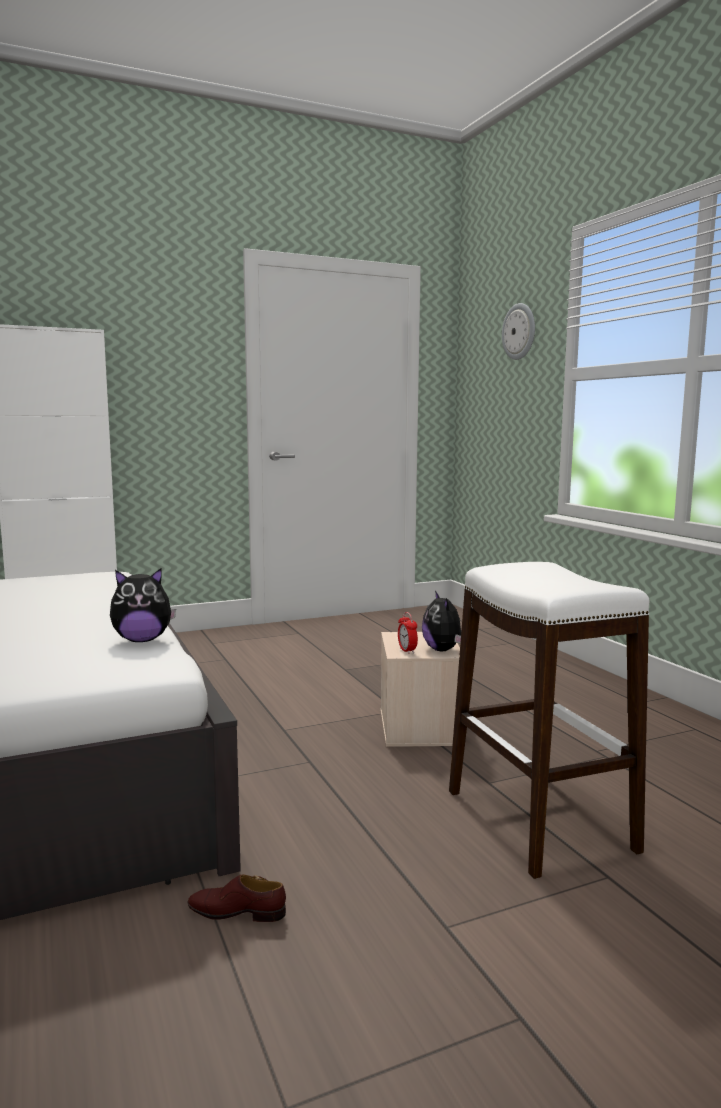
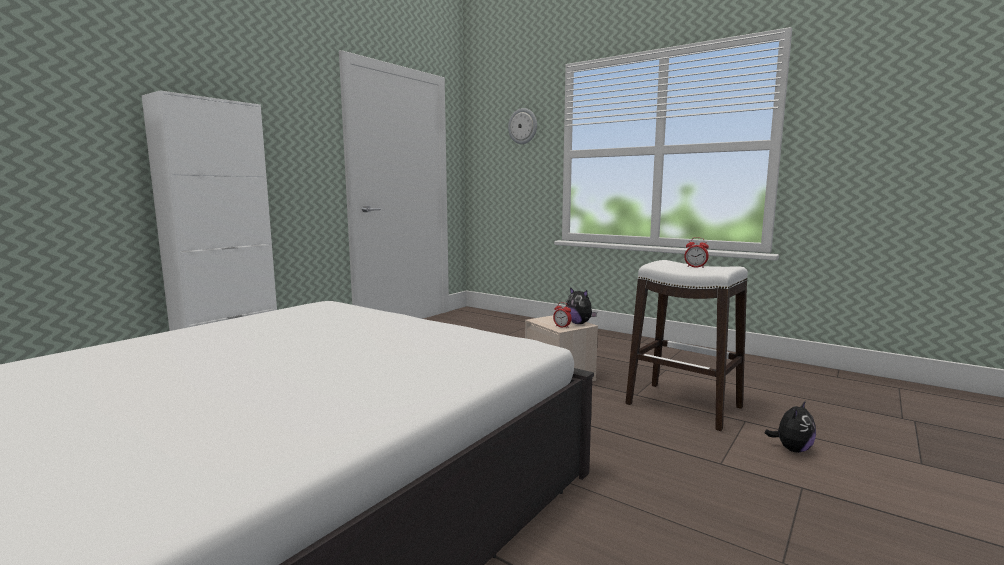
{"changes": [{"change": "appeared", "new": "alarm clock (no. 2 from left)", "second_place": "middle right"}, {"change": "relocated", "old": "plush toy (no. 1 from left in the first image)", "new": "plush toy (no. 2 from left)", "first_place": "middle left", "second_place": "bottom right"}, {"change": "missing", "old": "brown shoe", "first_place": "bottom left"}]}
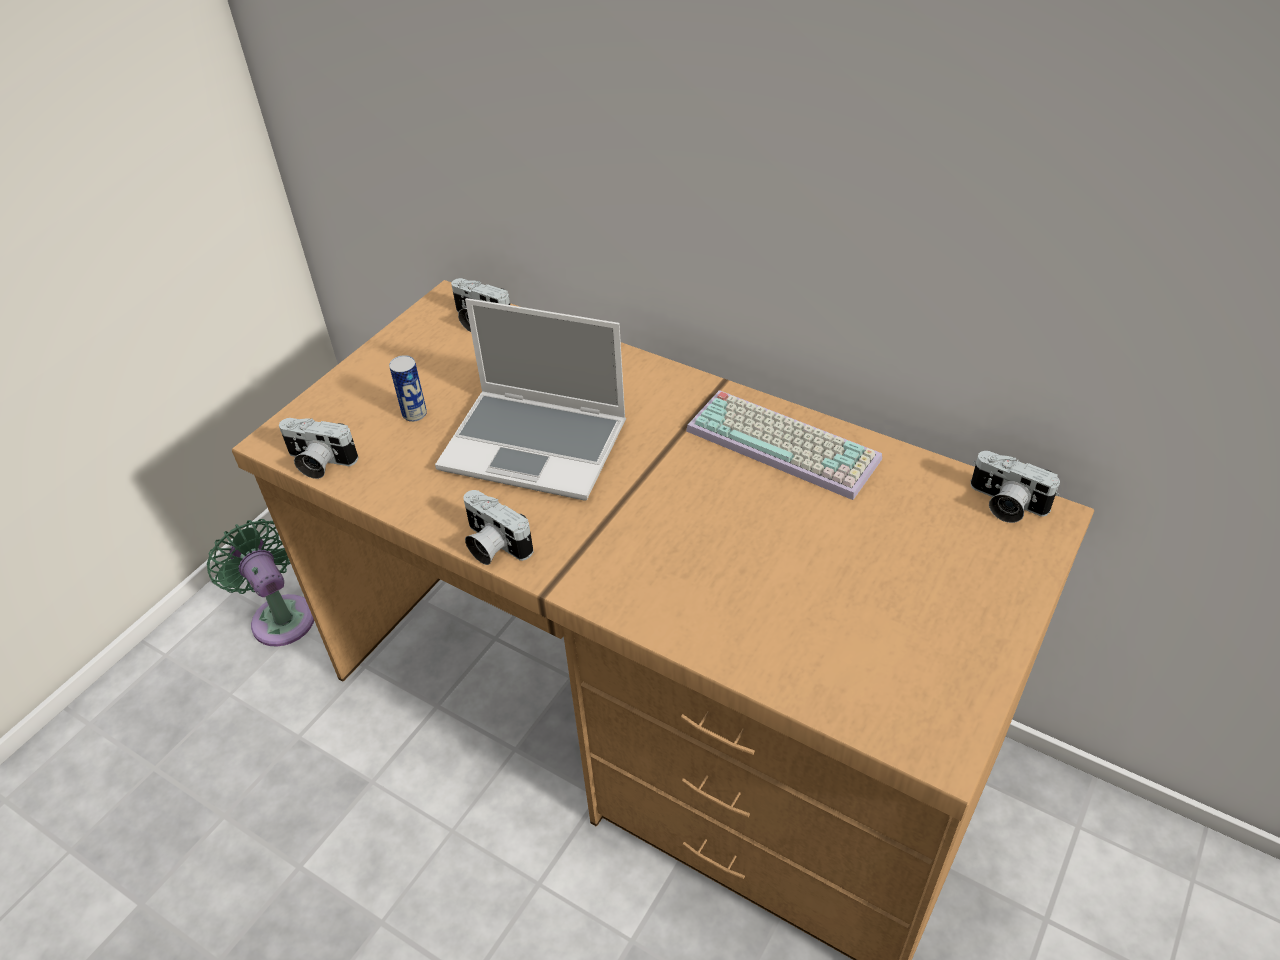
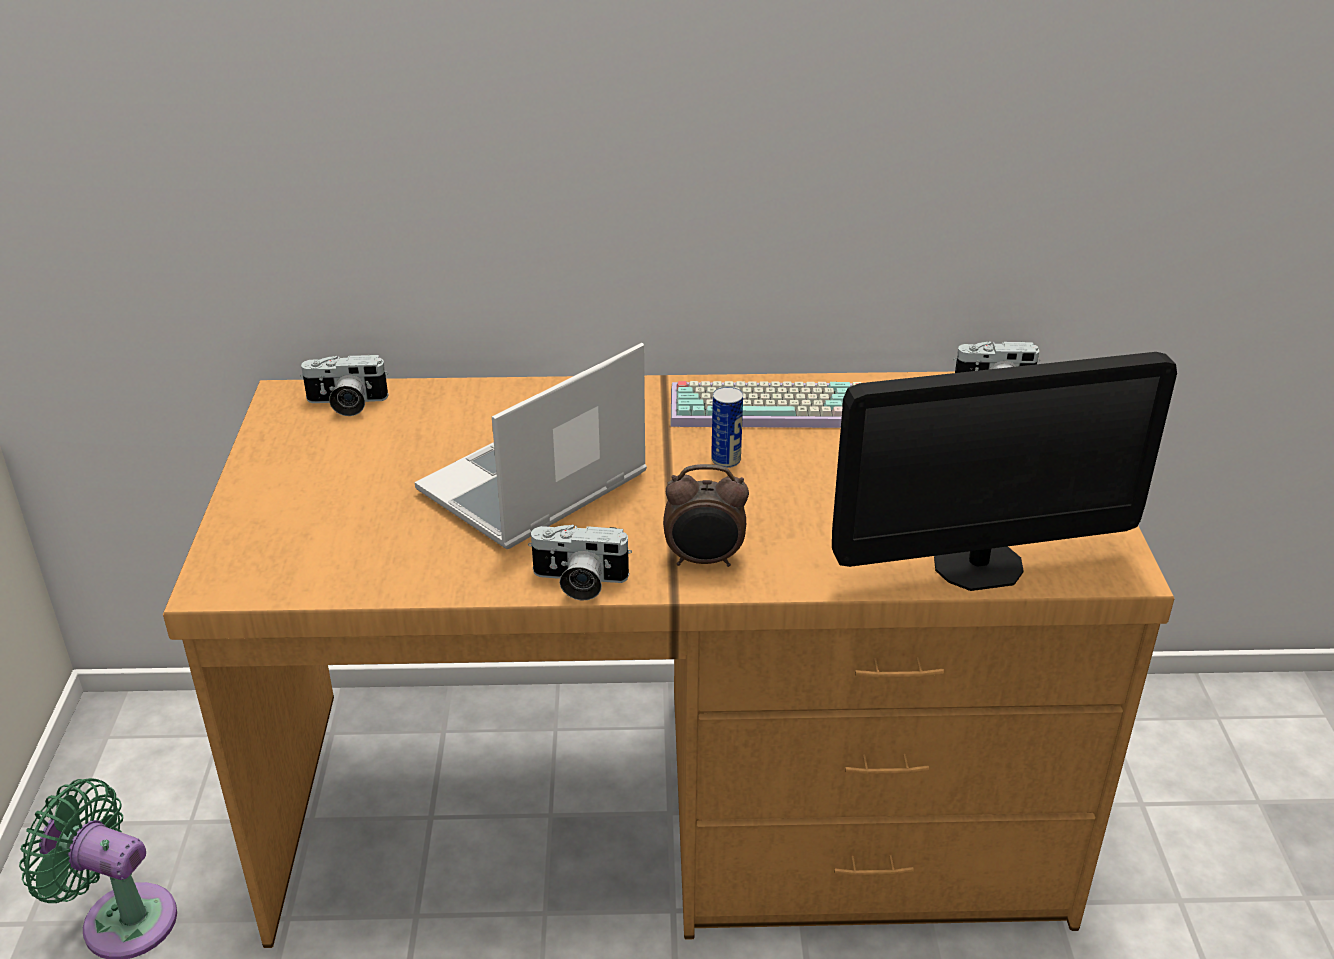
{"changes": [{"change": "spun", "old": "laptop", "first_place": "centre", "second_place": "centre", "degrees": 150}, {"change": "appeared", "new": "alarm clock", "second_place": "centre"}, {"change": "relocated", "old": "can", "first_place": "middle left", "second_place": "centre"}, {"change": "appeared", "new": "monitor", "second_place": "middle right"}, {"change": "missing", "old": "photo camera (no. 1 from left)", "first_place": "middle left"}]}
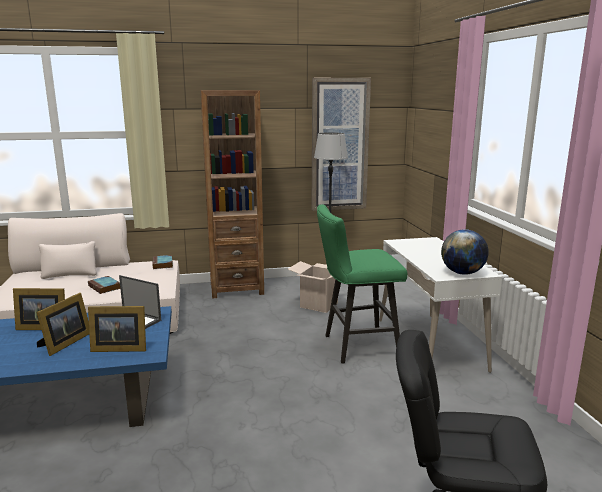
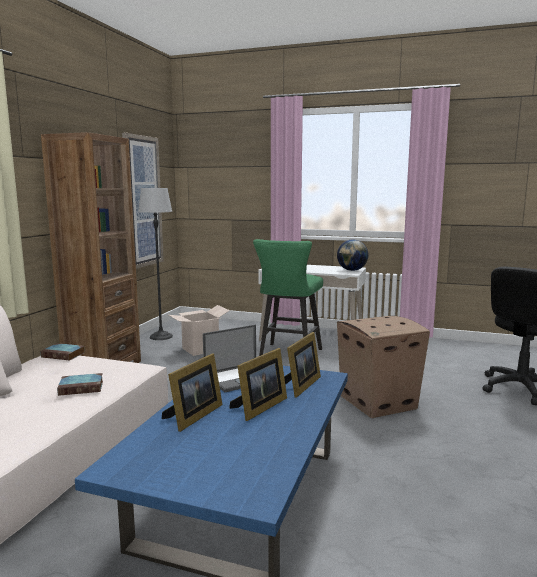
{"changes": [{"change": "spun", "old": "picture frame (no. 2 from left)", "first_place": "middle left", "second_place": "centre", "degrees": 75}, {"change": "appeared", "new": "cardboard box (no. 2 from left)", "second_place": "middle right"}]}
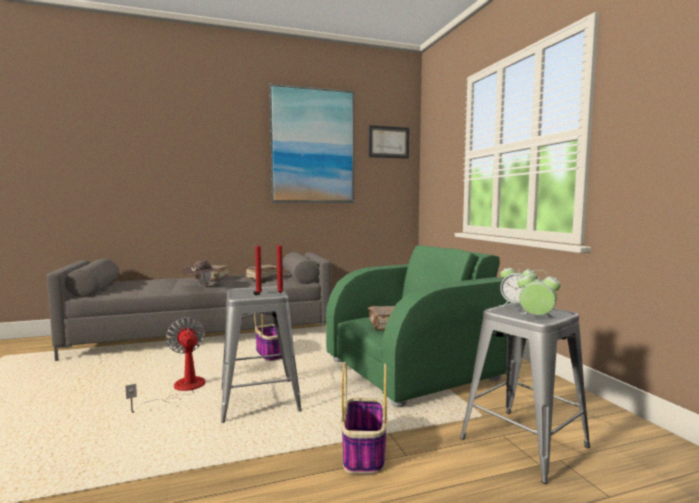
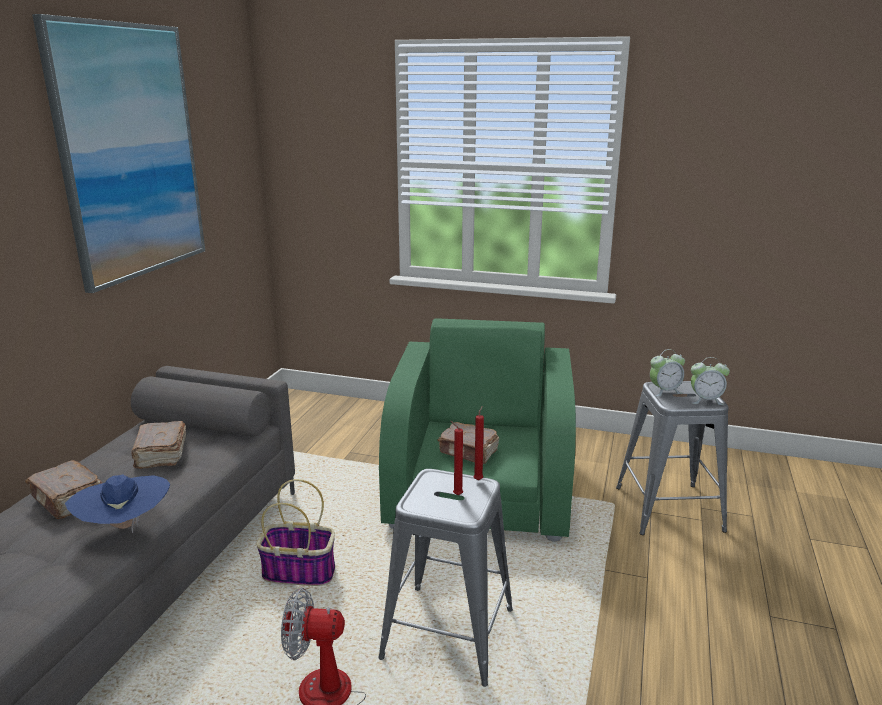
{"changes": [{"change": "colour", "old": "brown hat", "new": "blue hat", "first_place": "middle left", "second_place": "bottom left"}, {"change": "spun", "old": "alarm clock (no. 2 from left)", "first_place": "middle right", "second_place": "middle right", "degrees": -150}, {"change": "missing", "old": "basket (no. 2 from left)", "first_place": "bottom centre"}, {"change": "missing", "old": "picture (no. 2 from left)", "first_place": "top centre"}]}
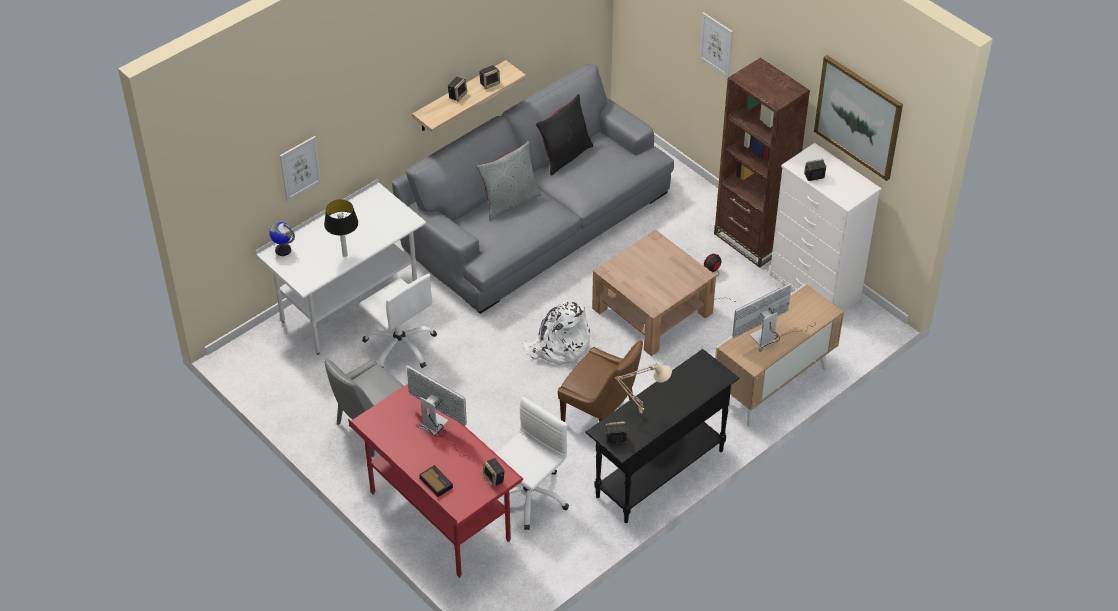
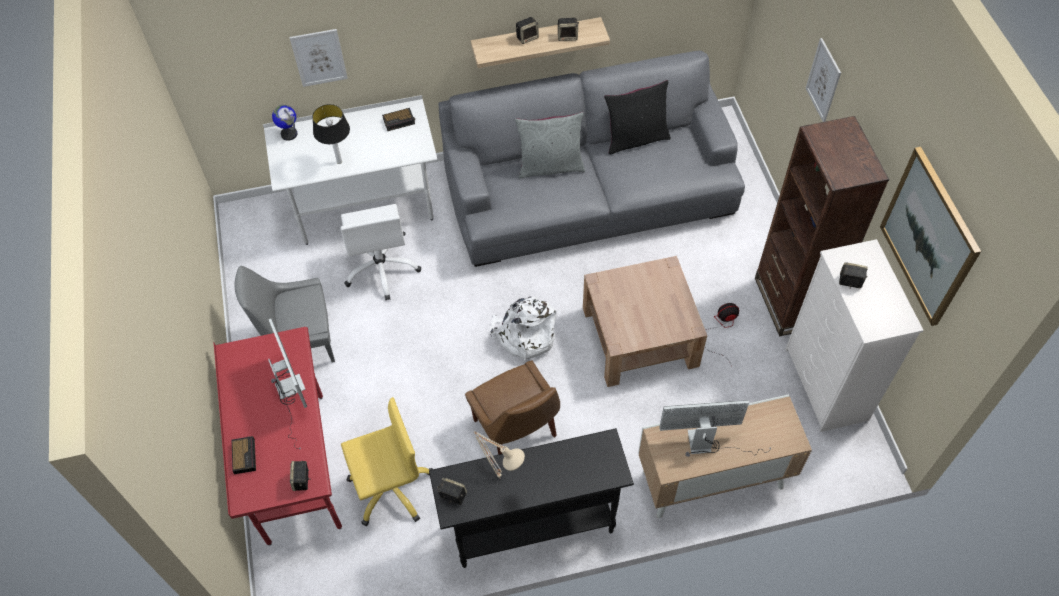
{"changes": [{"change": "colour", "old": "white office chair (no. 2 from left)", "new": "yellow office chair", "first_place": "bottom centre", "second_place": "bottom centre"}, {"change": "appeared", "new": "alarm clock (no. 2 from left)", "second_place": "top centre"}]}
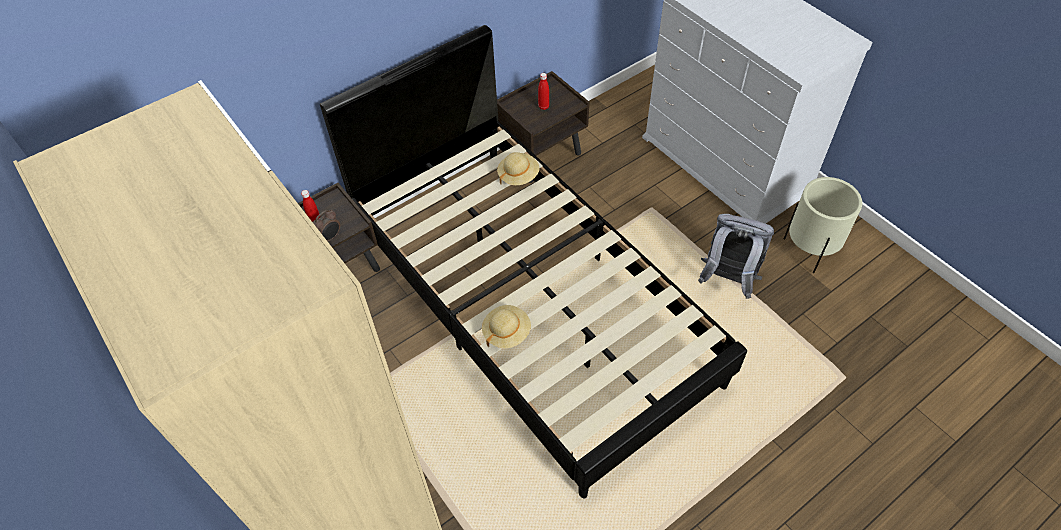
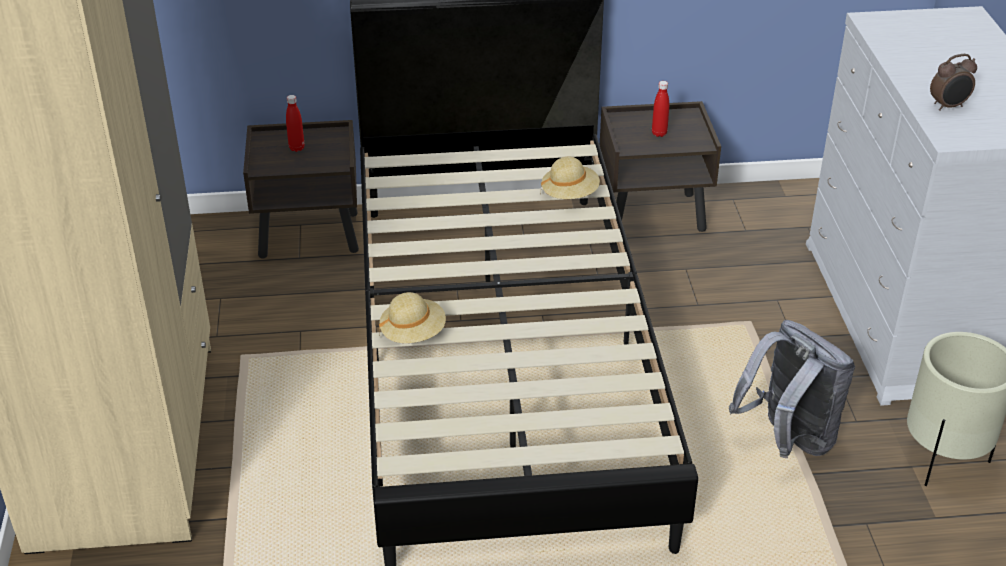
{"changes": [{"change": "relocated", "old": "alarm clock", "first_place": "middle left", "second_place": "top right"}]}
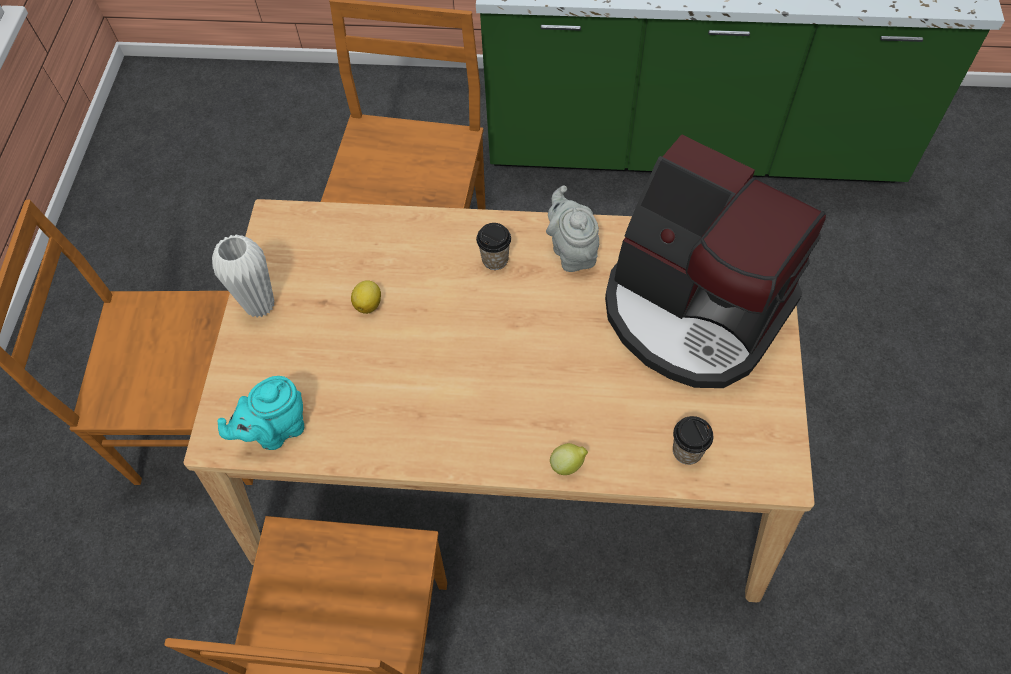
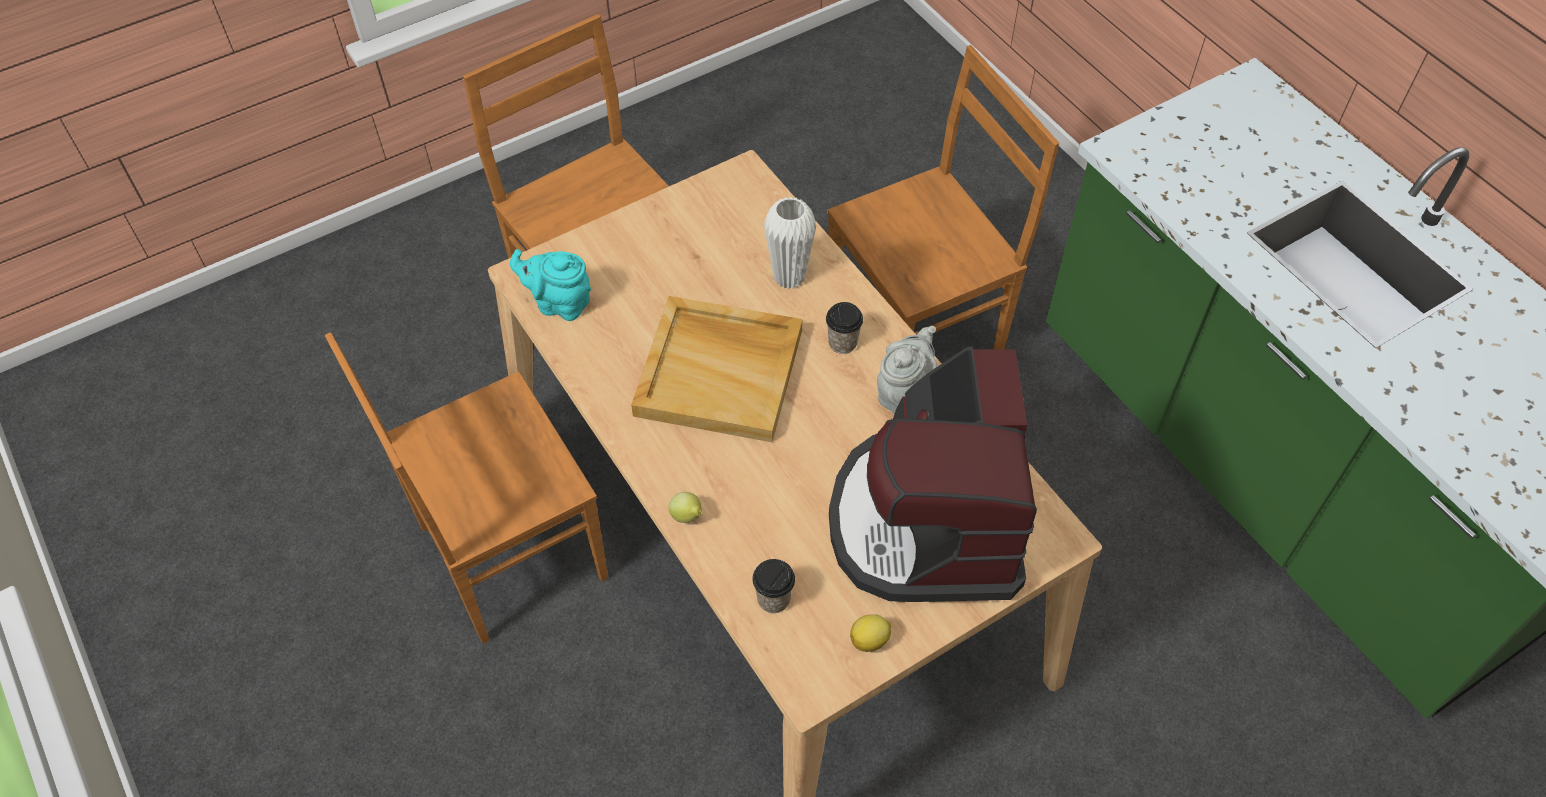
{"changes": [{"change": "appeared", "new": "beige tray", "second_place": "centre"}, {"change": "relocated", "old": "white vase", "first_place": "middle left", "second_place": "top centre"}, {"change": "relocated", "old": "lemon (no. 1 from left in the first image)", "new": "lemon (no. 2 from left)", "first_place": "centre", "second_place": "bottom centre"}]}
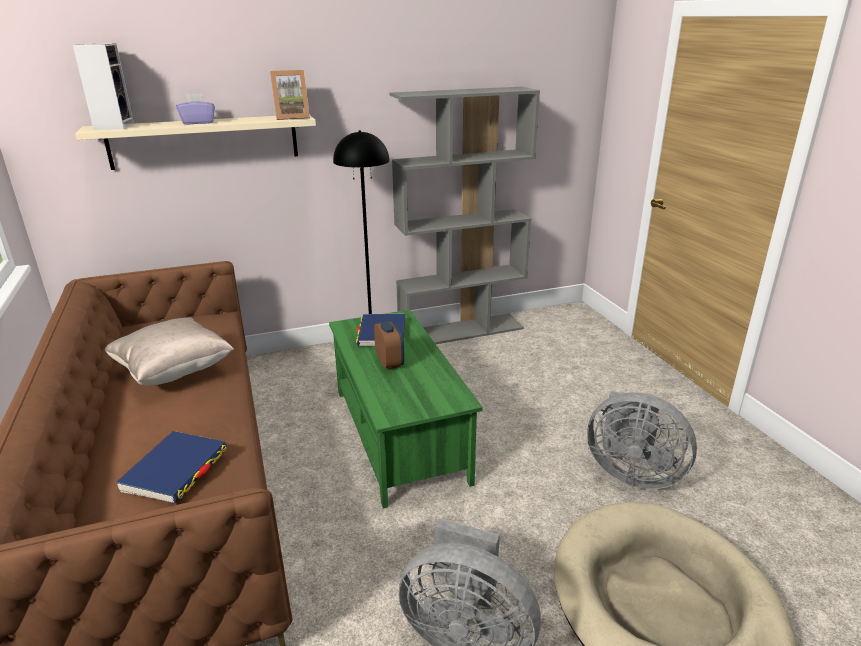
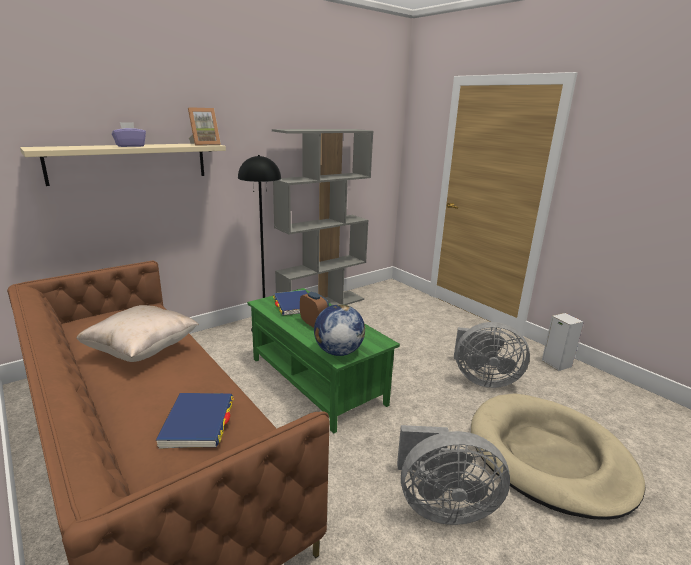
{"changes": [{"change": "appeared", "new": "globe", "second_place": "centre"}, {"change": "relocated", "old": "speaker", "first_place": "top left", "second_place": "middle right"}]}
